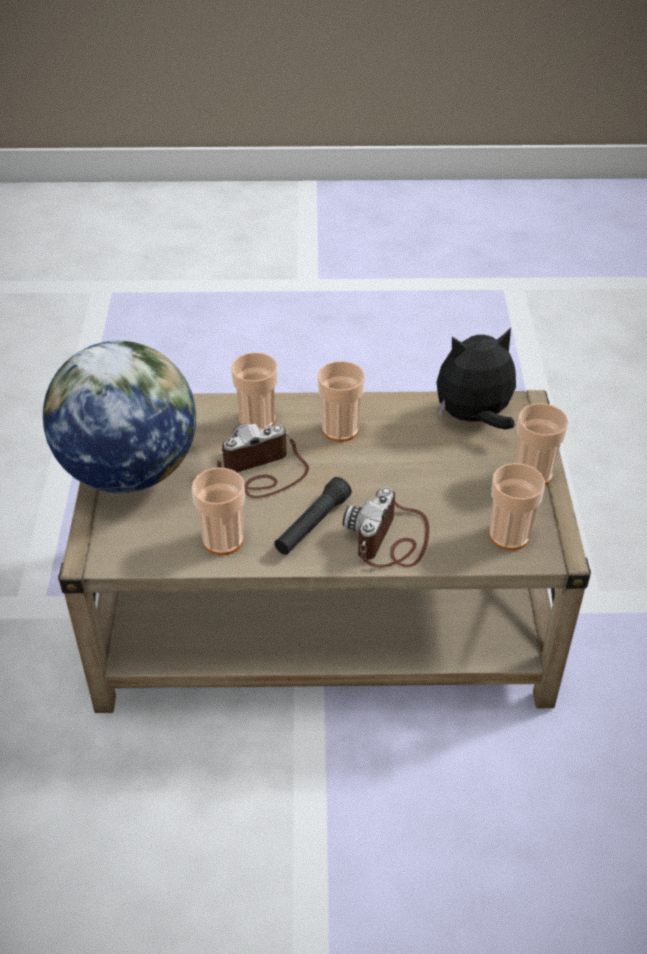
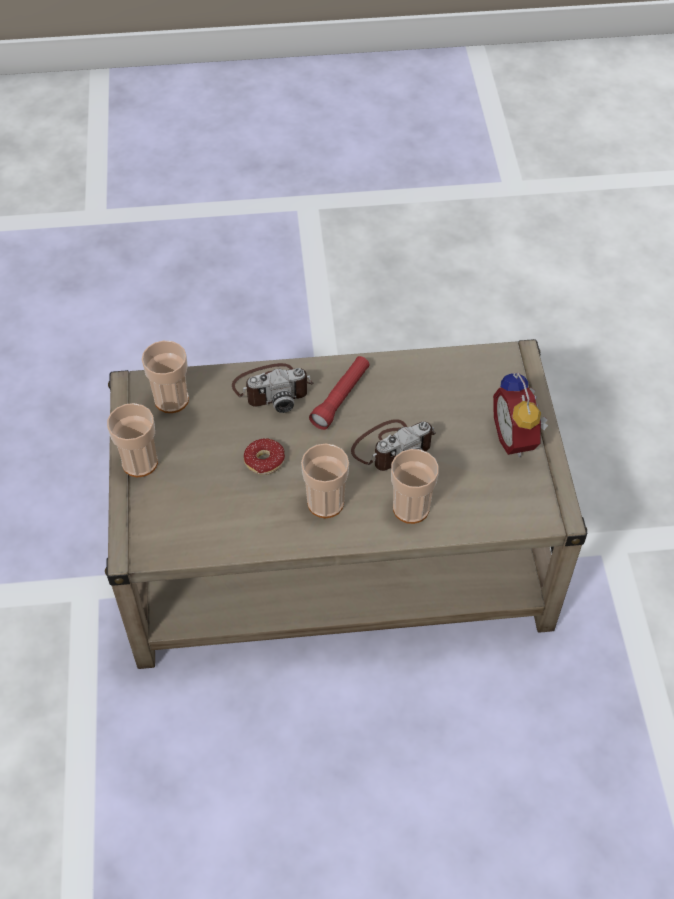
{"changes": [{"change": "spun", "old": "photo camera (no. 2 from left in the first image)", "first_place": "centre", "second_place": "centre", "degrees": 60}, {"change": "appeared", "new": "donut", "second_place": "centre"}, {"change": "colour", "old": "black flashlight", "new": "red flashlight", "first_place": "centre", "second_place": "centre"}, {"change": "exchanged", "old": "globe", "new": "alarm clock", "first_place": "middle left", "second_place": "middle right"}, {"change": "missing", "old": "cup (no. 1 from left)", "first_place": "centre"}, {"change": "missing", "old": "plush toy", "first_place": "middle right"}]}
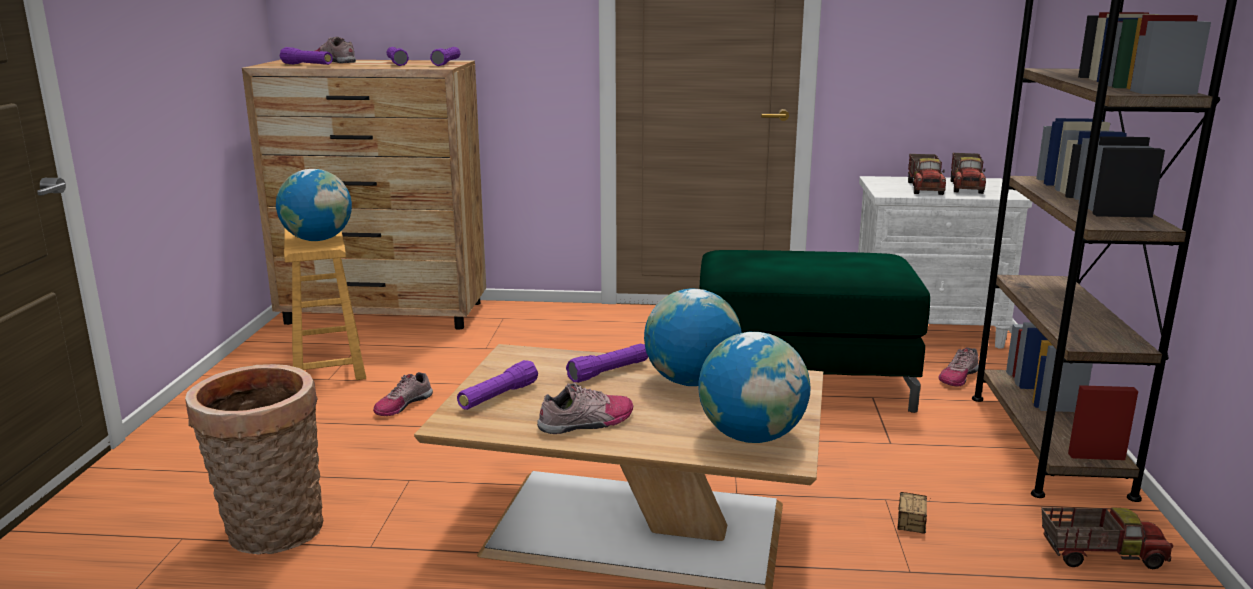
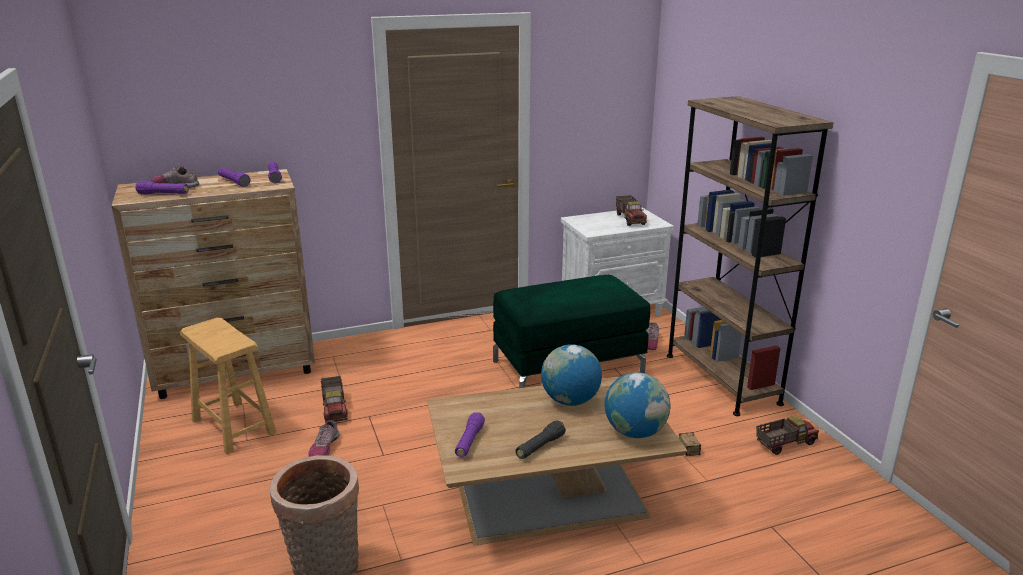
{"changes": [{"change": "relocated", "old": "toy truck (no. 1 from left)", "first_place": "top right", "second_place": "bottom left"}, {"change": "exchanged", "old": "shoe (no. 3 from left)", "new": "black flashlight", "first_place": "bottom centre", "second_place": "bottom centre"}, {"change": "missing", "old": "globe (no. 1 from left)", "first_place": "middle left"}, {"change": "missing", "old": "purple flashlight (no. 5 from left)", "first_place": "centre"}]}
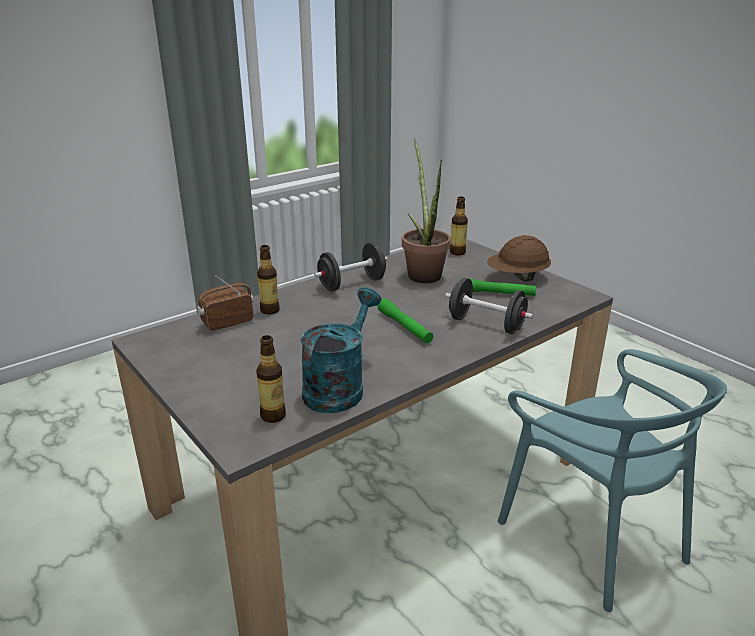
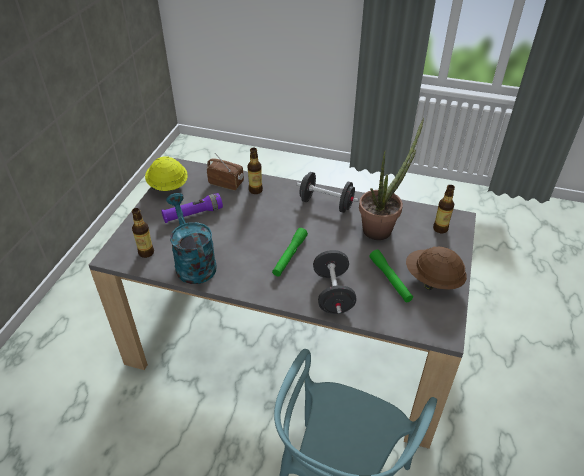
{"changes": [{"change": "appeared", "new": "yellow hard hat", "second_place": "middle left"}, {"change": "appeared", "new": "purple flashlight", "second_place": "middle left"}, {"change": "spun", "old": "turquoise watering can", "first_place": "centre", "second_place": "middle left", "degrees": -105}]}
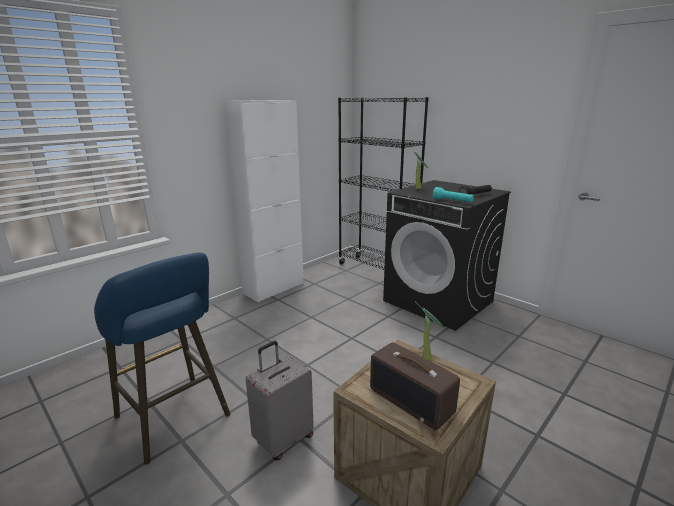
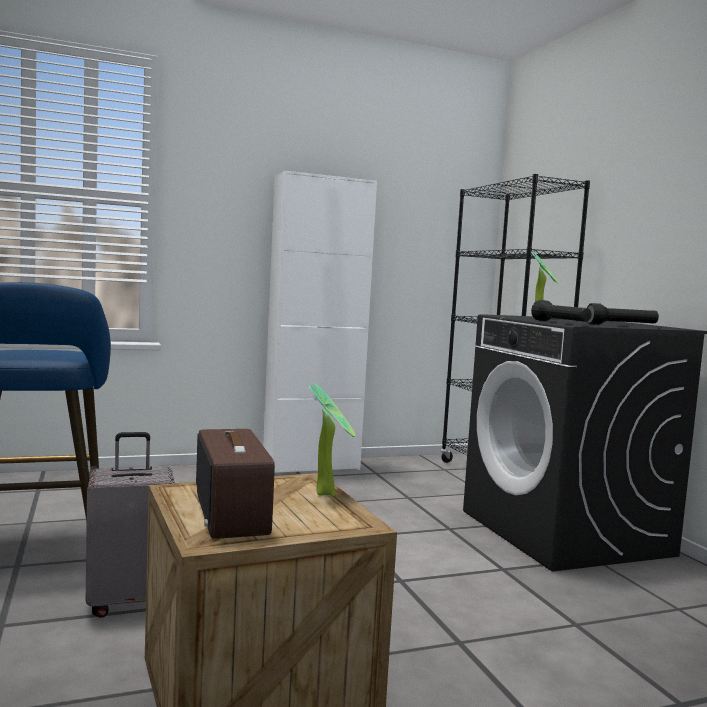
{"changes": [{"change": "colour", "old": "turquoise flashlight", "new": "black flashlight (no. 1 from left)", "first_place": "middle right", "second_place": "middle right"}]}
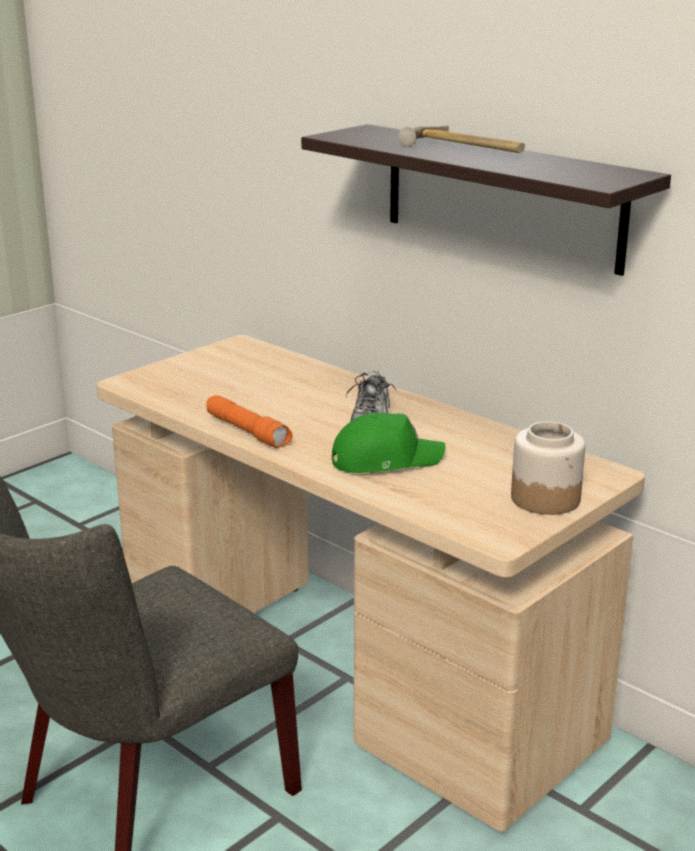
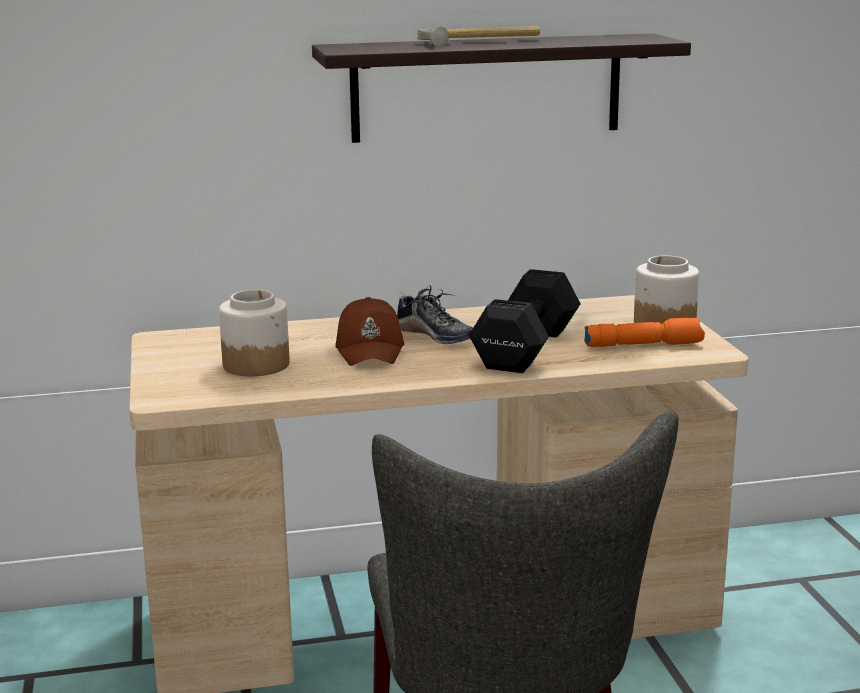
{"changes": [{"change": "appeared", "new": "jar (no. 1 from left)", "second_place": "middle left"}, {"change": "appeared", "new": "brown cap", "second_place": "centre"}, {"change": "exchanged", "old": "green cap", "new": "black dumbbell", "first_place": "centre", "second_place": "centre"}, {"change": "relocated", "old": "orange flashlight", "first_place": "centre", "second_place": "middle right"}]}
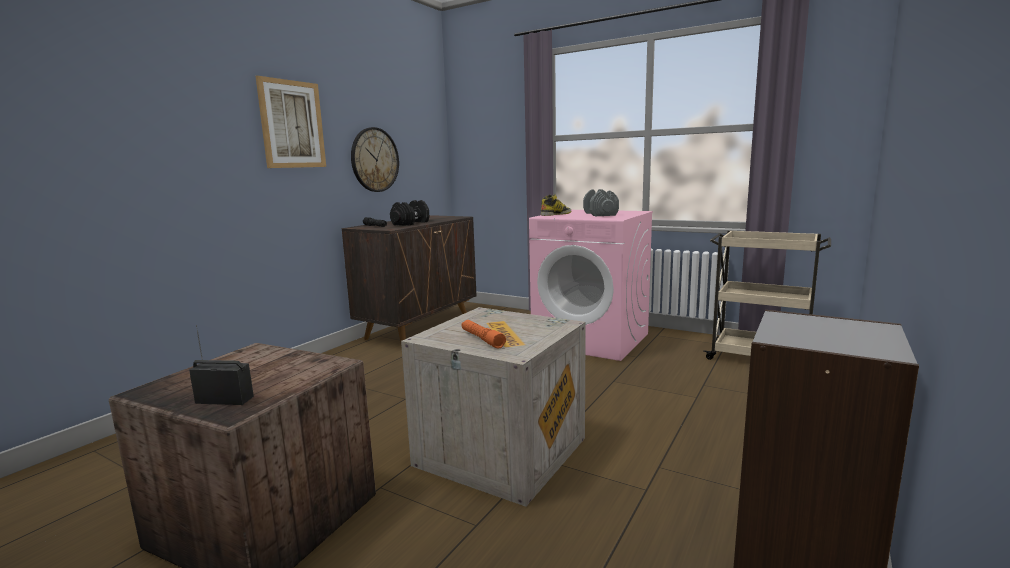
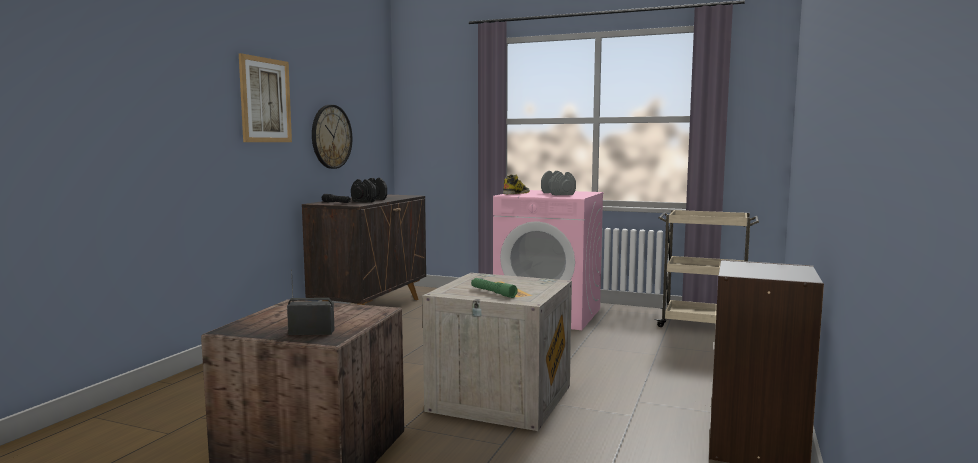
{"changes": [{"change": "colour", "old": "orange flashlight", "new": "green flashlight", "first_place": "centre", "second_place": "centre"}]}
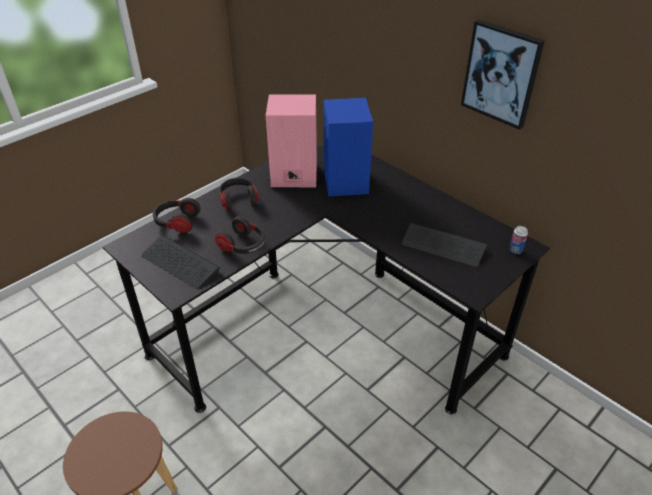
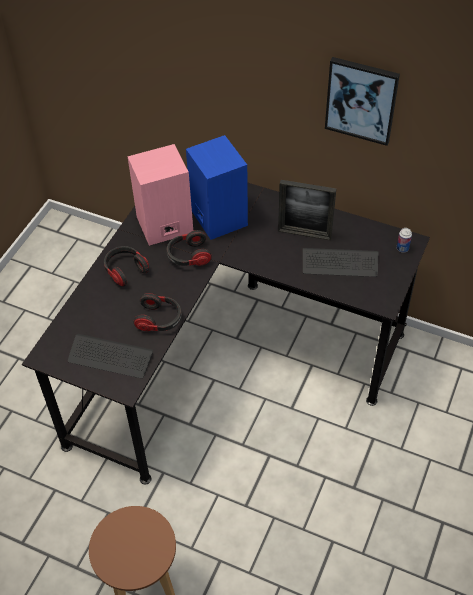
{"changes": [{"change": "relocated", "old": "headphones (no. 1 from left in the first image)", "new": "headphones (no. 3 from left)", "first_place": "middle left", "second_place": "centre"}, {"change": "appeared", "new": "picture frame", "second_place": "centre"}]}
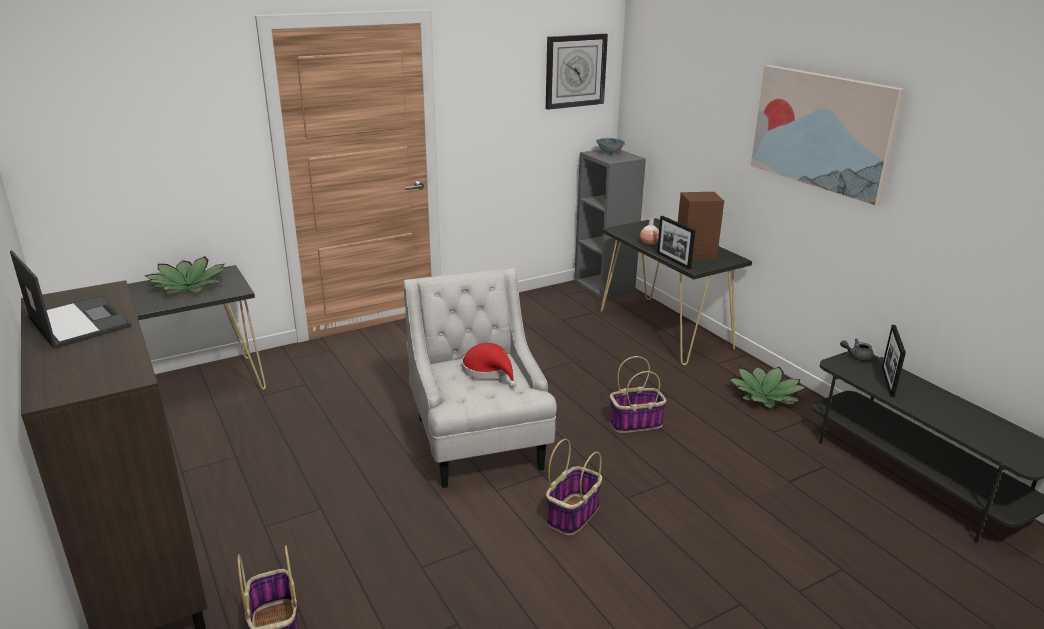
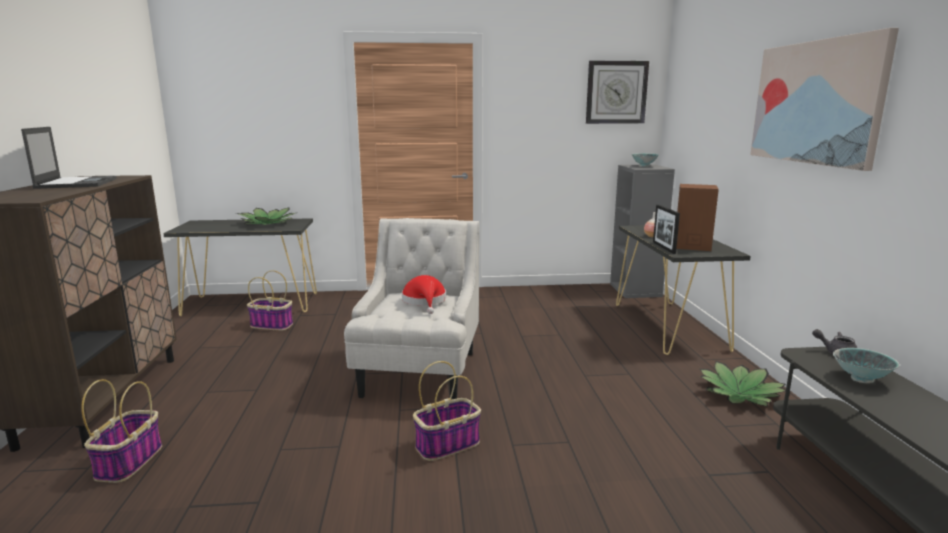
{"changes": [{"change": "relocated", "old": "basket (no. 3 from left in the first image)", "new": "basket (no. 2 from left)", "first_place": "centre", "second_place": "middle left"}, {"change": "exchanged", "old": "picture frame (no. 2 from left)", "new": "bowl (no. 2 from left)", "first_place": "middle right", "second_place": "bottom right"}]}
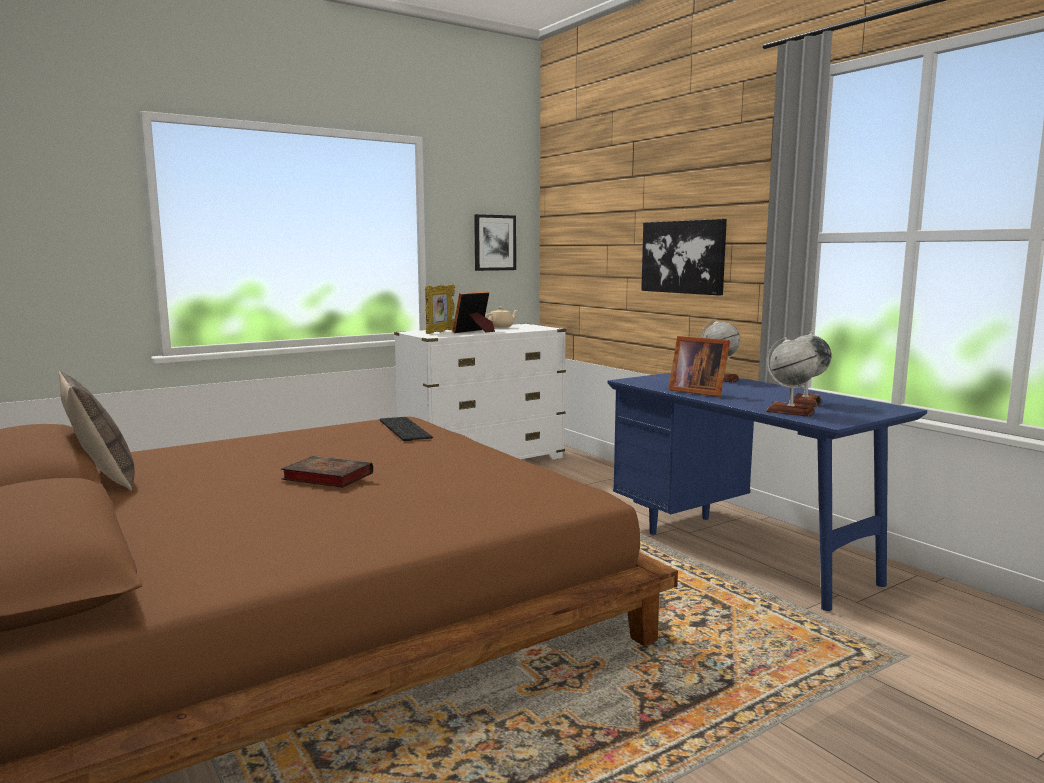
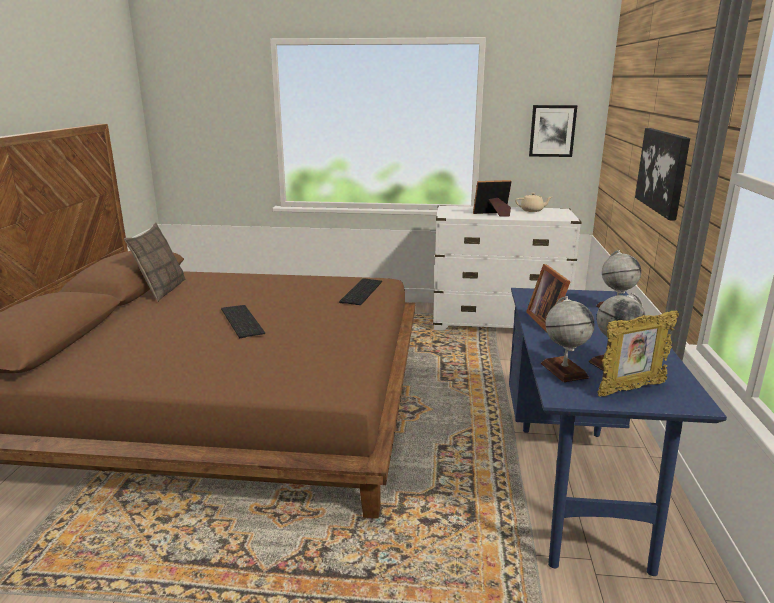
{"changes": [{"change": "exchanged", "old": "book", "new": "keyboard (no. 1 from left)", "first_place": "middle left", "second_place": "middle left"}, {"change": "relocated", "old": "picture frame (no. 1 from left in the first image)", "new": "picture frame (no. 3 from left)", "first_place": "centre", "second_place": "middle right"}]}
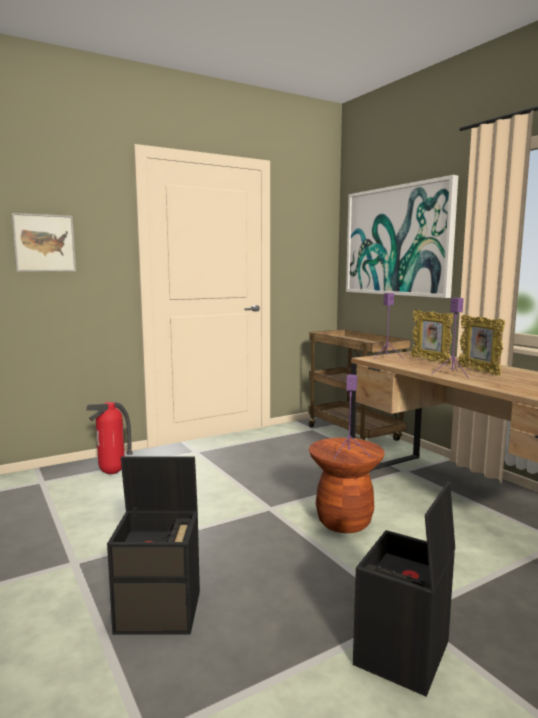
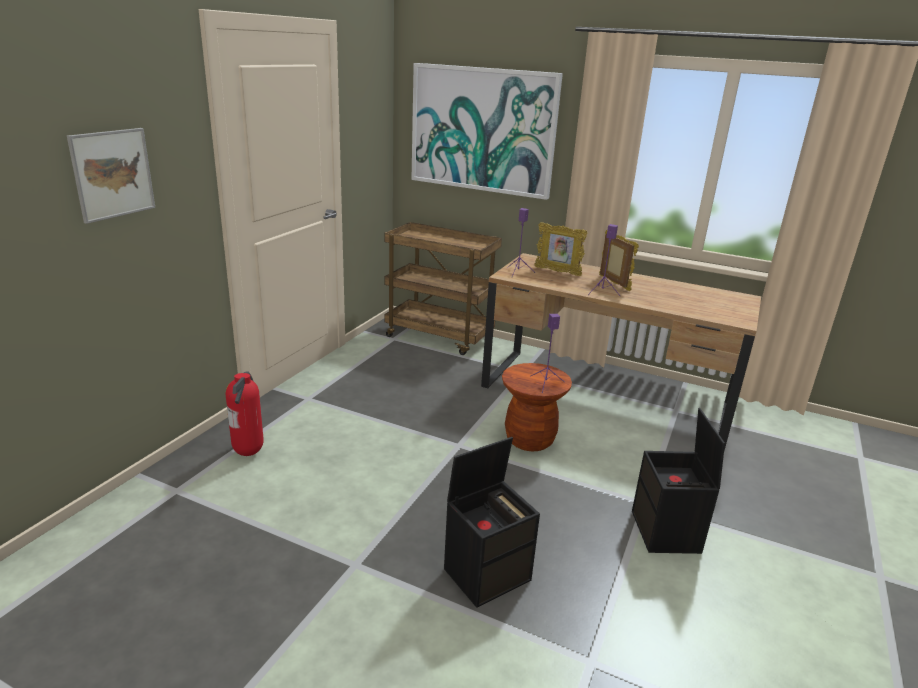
{"changes": [{"change": "spun", "old": "picture frame (no. 2 from left)", "first_place": "middle right", "second_place": "middle right", "degrees": -150}]}
